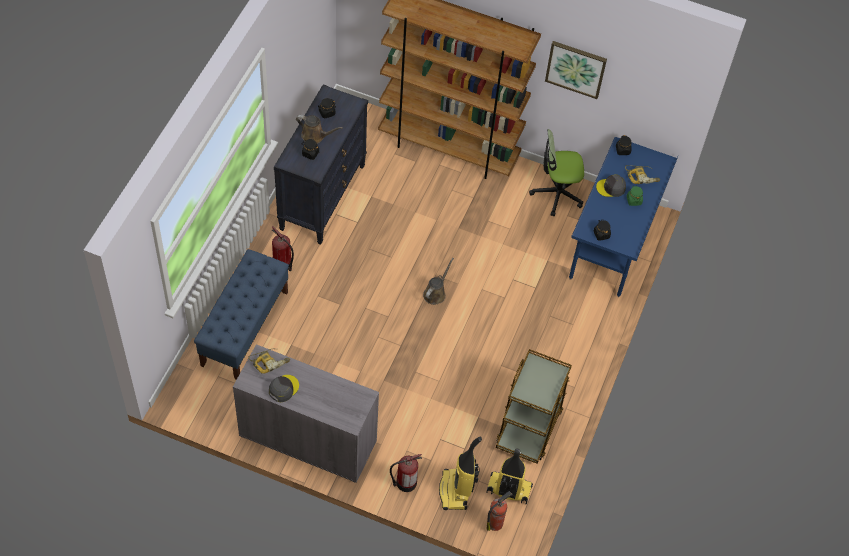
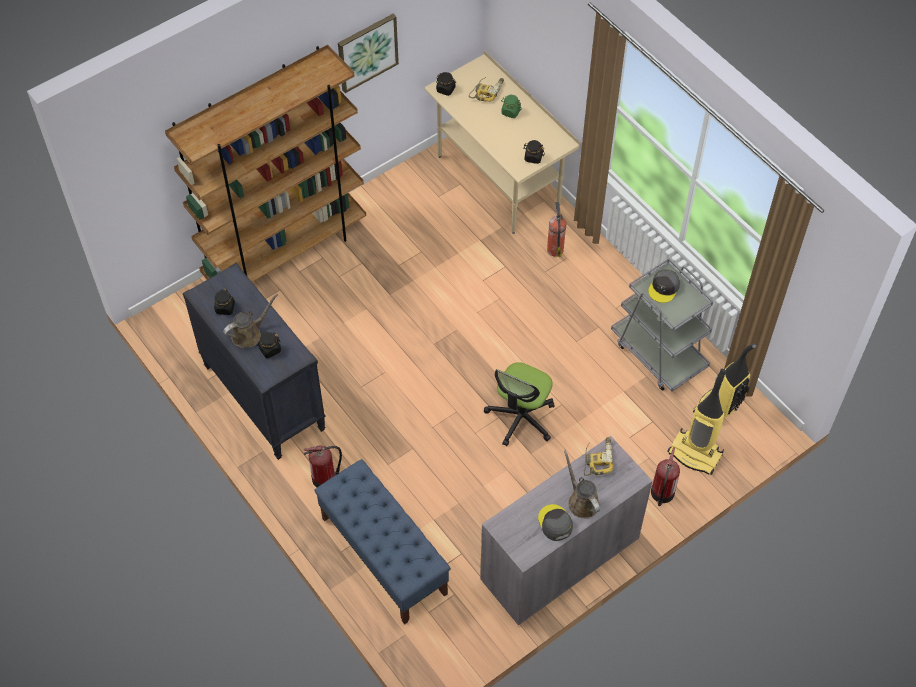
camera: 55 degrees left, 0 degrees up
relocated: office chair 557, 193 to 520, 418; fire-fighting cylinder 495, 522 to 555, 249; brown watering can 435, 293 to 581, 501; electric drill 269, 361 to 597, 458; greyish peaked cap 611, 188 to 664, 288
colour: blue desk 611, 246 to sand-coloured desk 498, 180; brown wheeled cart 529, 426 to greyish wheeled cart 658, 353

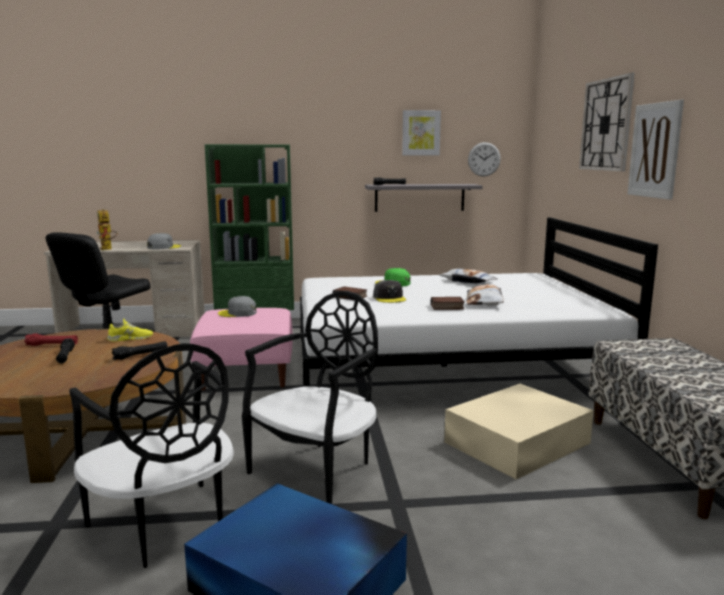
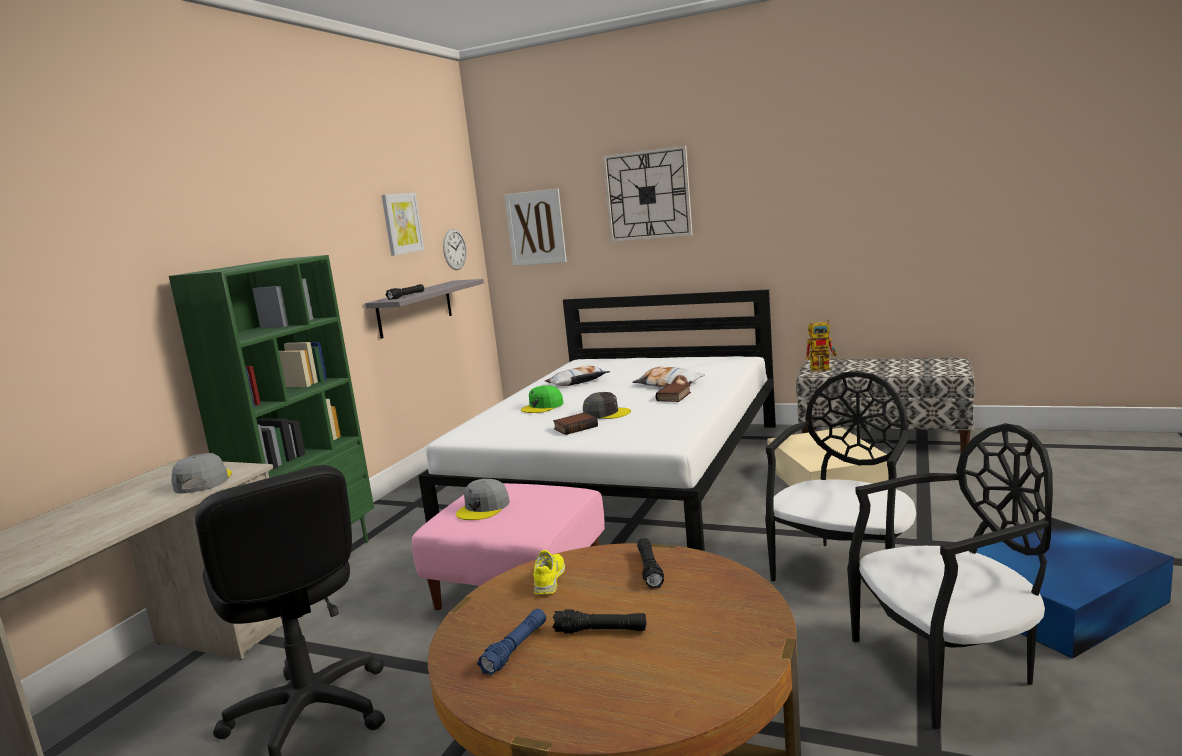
camera: 60 degrees left, 0 degrees up
relocated: picture 655, 150 to 536, 228; toy robot 108, 249 to 824, 368
colour: reddish hand torch 52, 345 to blue hand torch 515, 649
spun: blackish plain chair 317, 470 = 845, 570 60 degrees clockwise

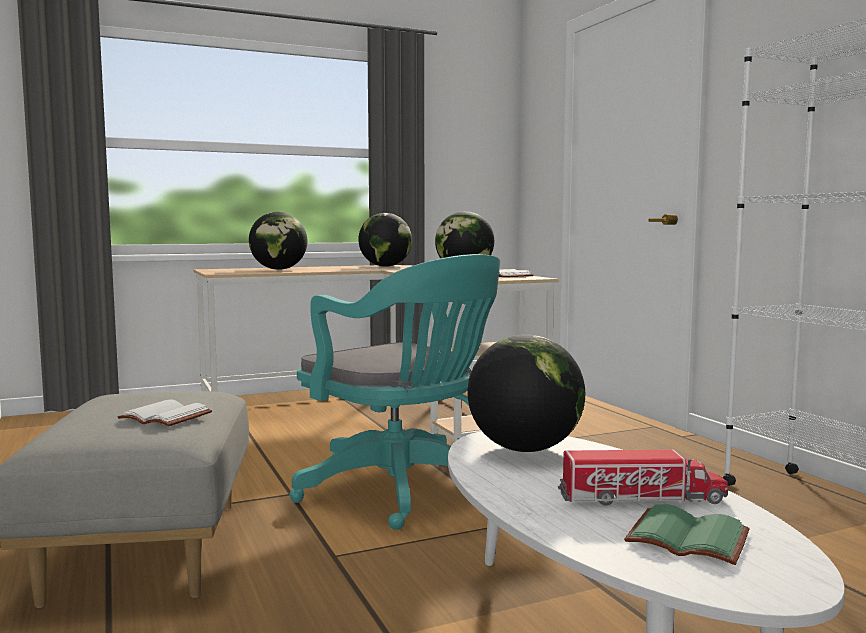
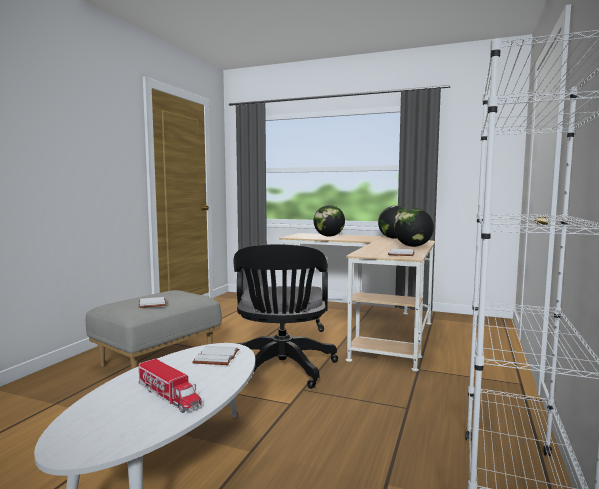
camera: 45 degrees right, 0 degrees up
missing: greenish volume 685, 539
exchanged: globe 524, 449 to white volume 215, 357
colour: turquoise office chair 403, 492 to blackish office chair 282, 369

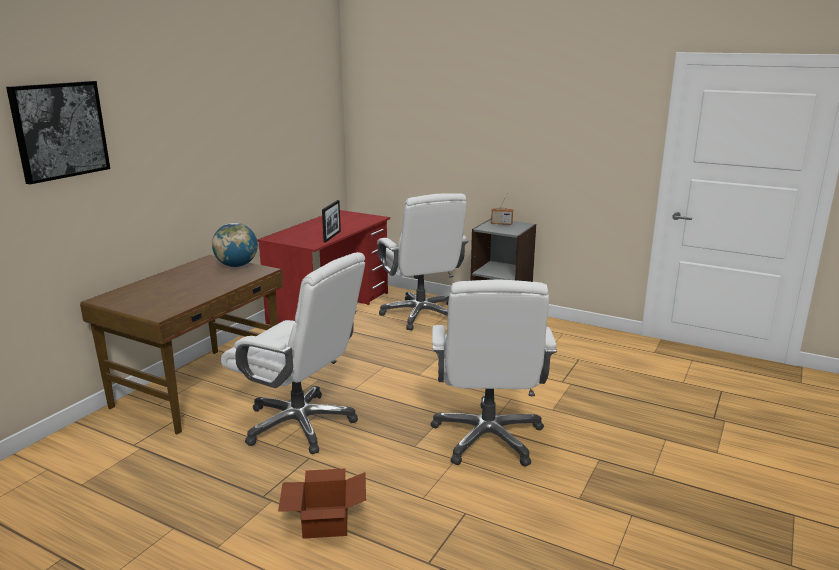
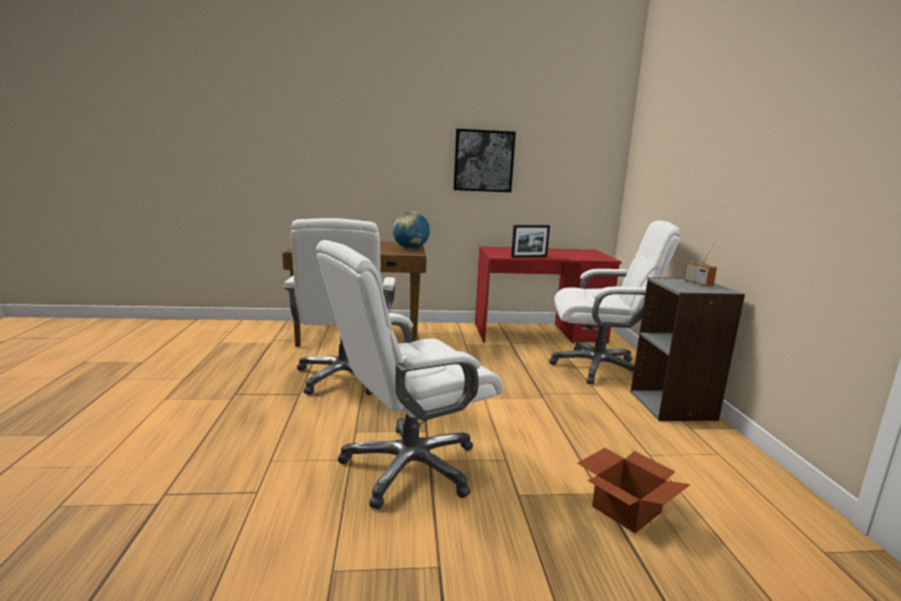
camera: 55 degrees right, 5 degrees down
relocated: picture 60, 130 to 483, 161; packing box 324, 521 to 625, 508
spun: white office chair 421, 314 = 598, 367 120 degrees counterclockwise

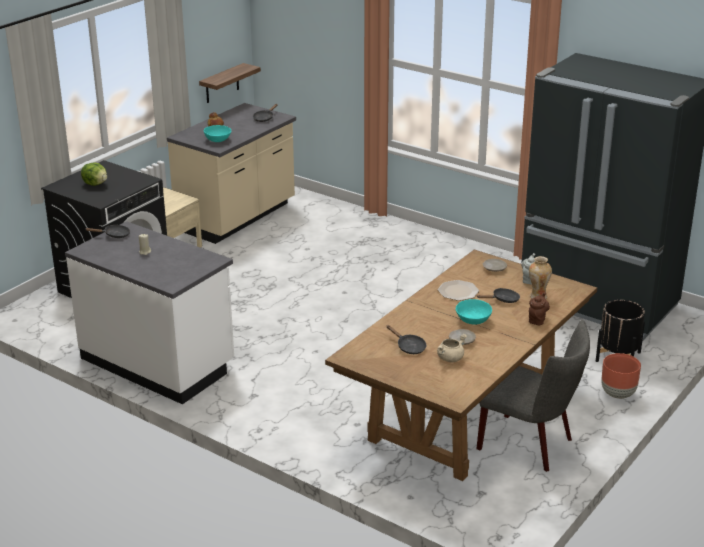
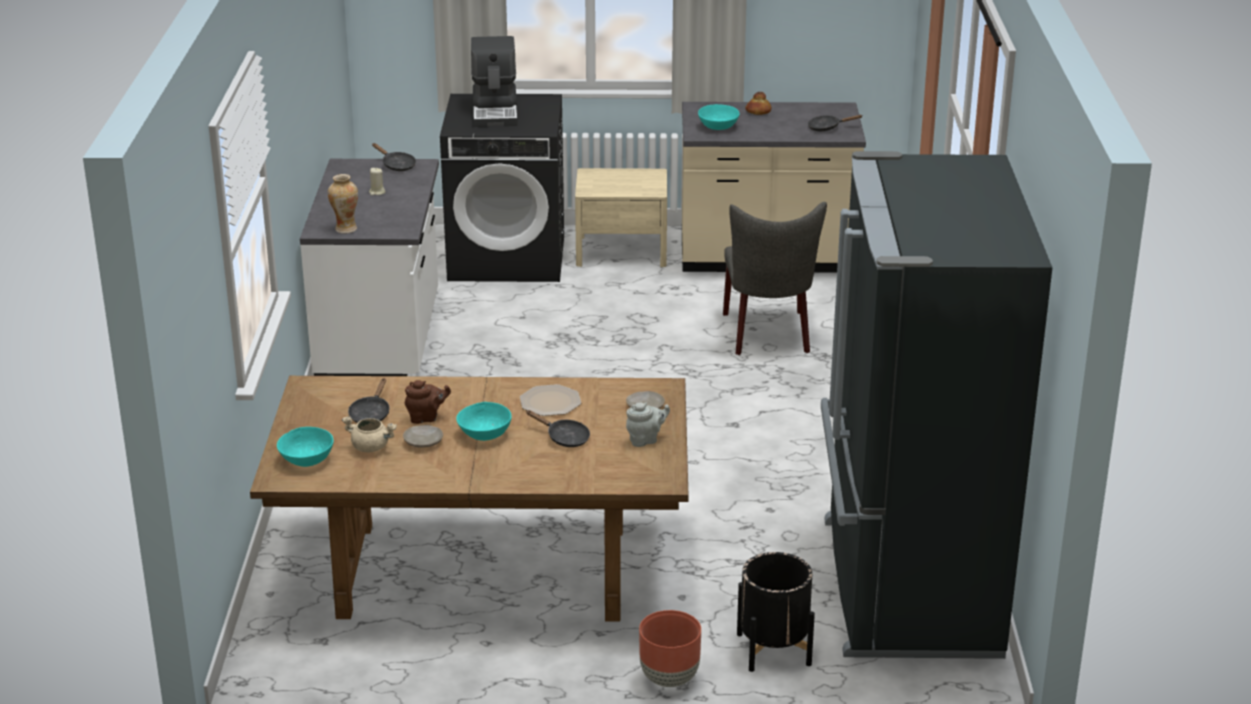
camera: 55 degrees right, 0 degrees up
missing: bracket shelf 222, 83
appeared: turquoise deep dish 307, 460
relocated: flower vase 538, 296 to 345, 229; brown pot for tea 537, 320 to 426, 418; greyish plain chair 531, 445 to 768, 336
exchanged: lettuce head 96, 184 to coffee brewer 496, 112

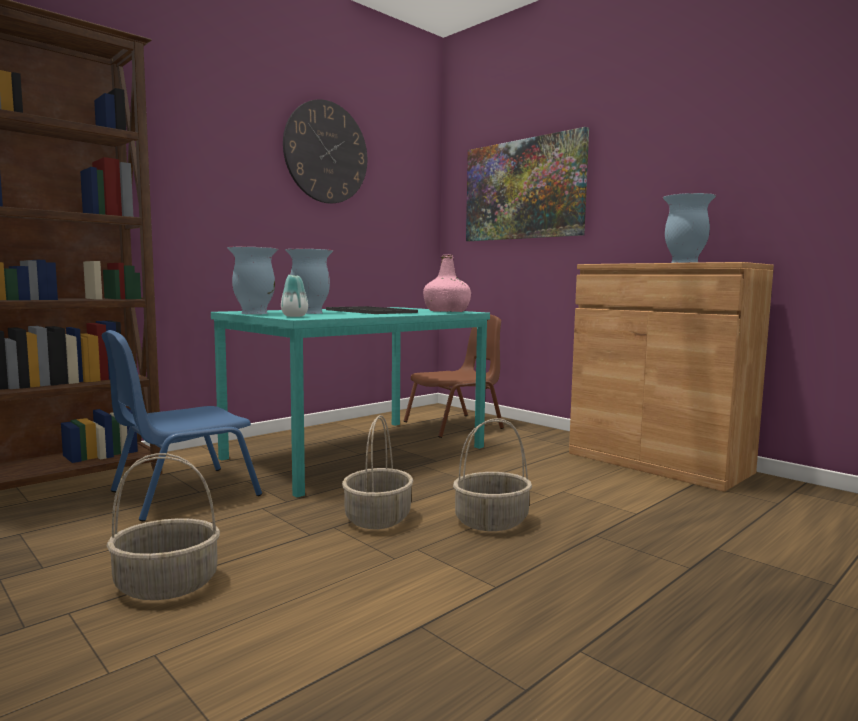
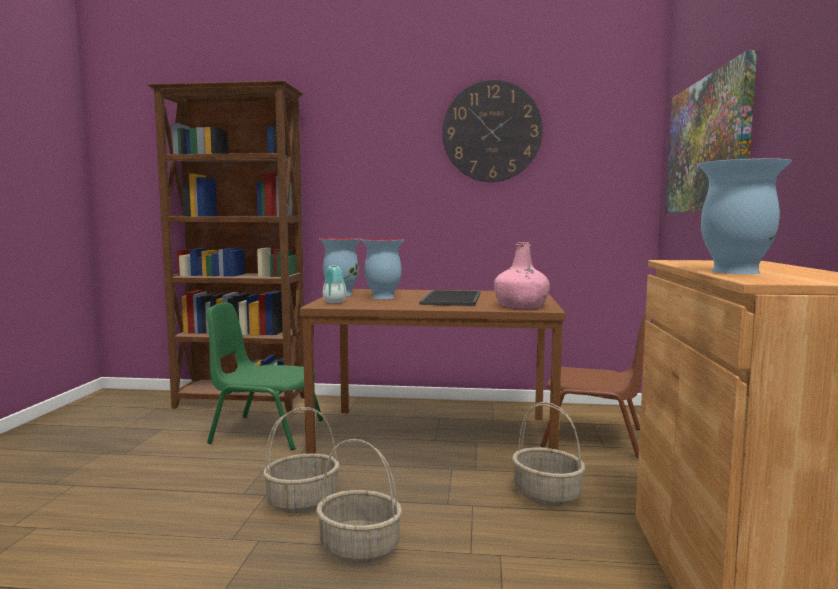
camera: 50 degrees right, 0 degrees up
relocated: basket 168, 584 to 548, 495
colour: blue plain chair 182, 493 to greenish plain chair 265, 431; turquoise kitchen table 357, 452 to brown kitchen table 436, 437

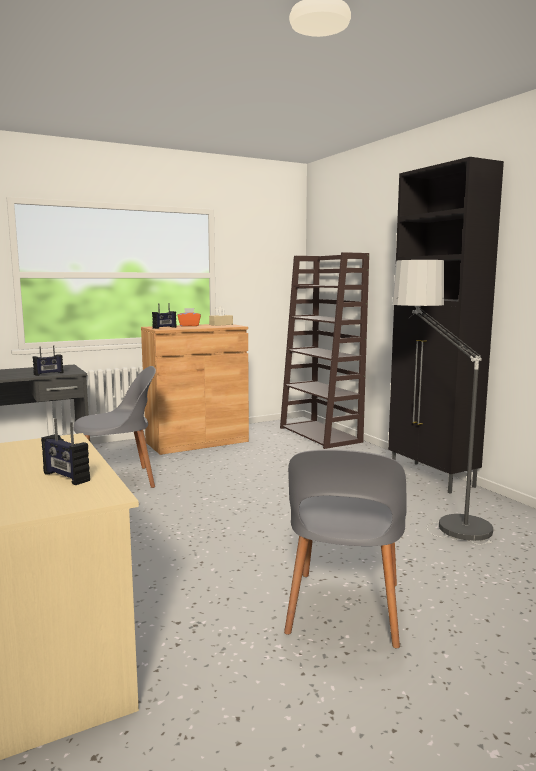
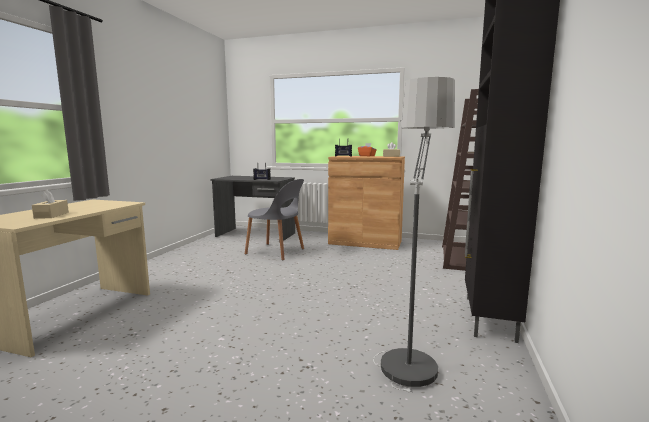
camera: 45 degrees right, 0 degrees up
missing: greyish plain chair 344, 610
exchanged: radio receiver 65, 477 to sand-coloured box of tissues 51, 215

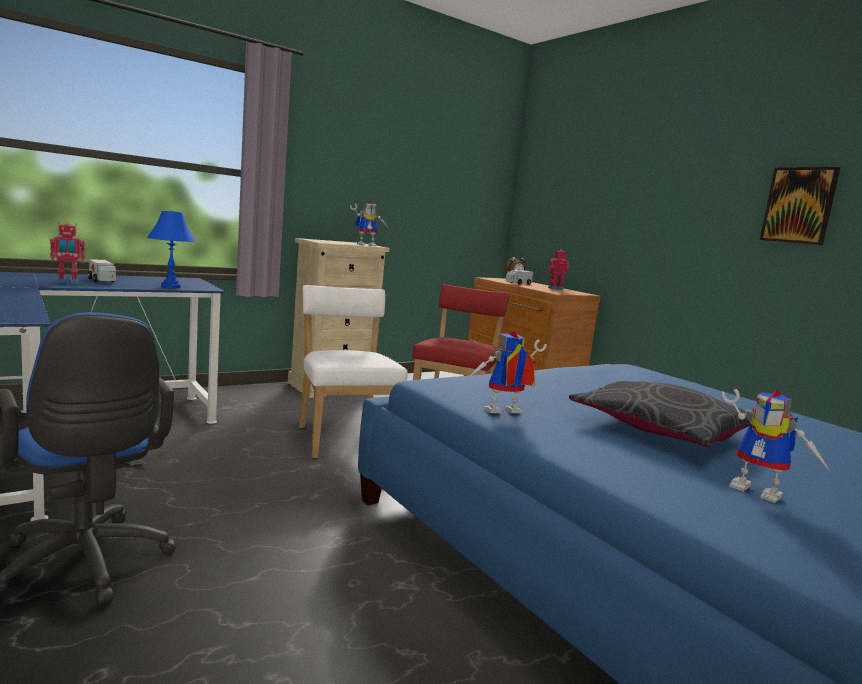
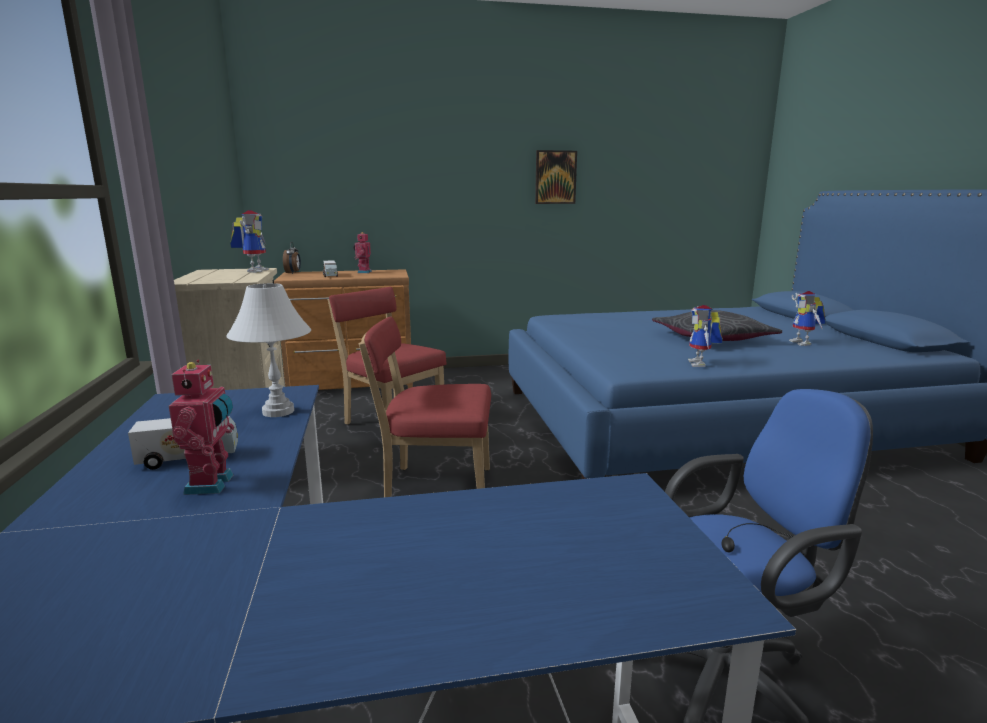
camera: 65 degrees left, 5 degrees up
colour: blue table lamp 170, 287 to white table lamp 278, 411; white plain chair 344, 438 to reddish plain chair 433, 488
spun: toy robot 761, 491 = 804, 343 105 degrees clockwise

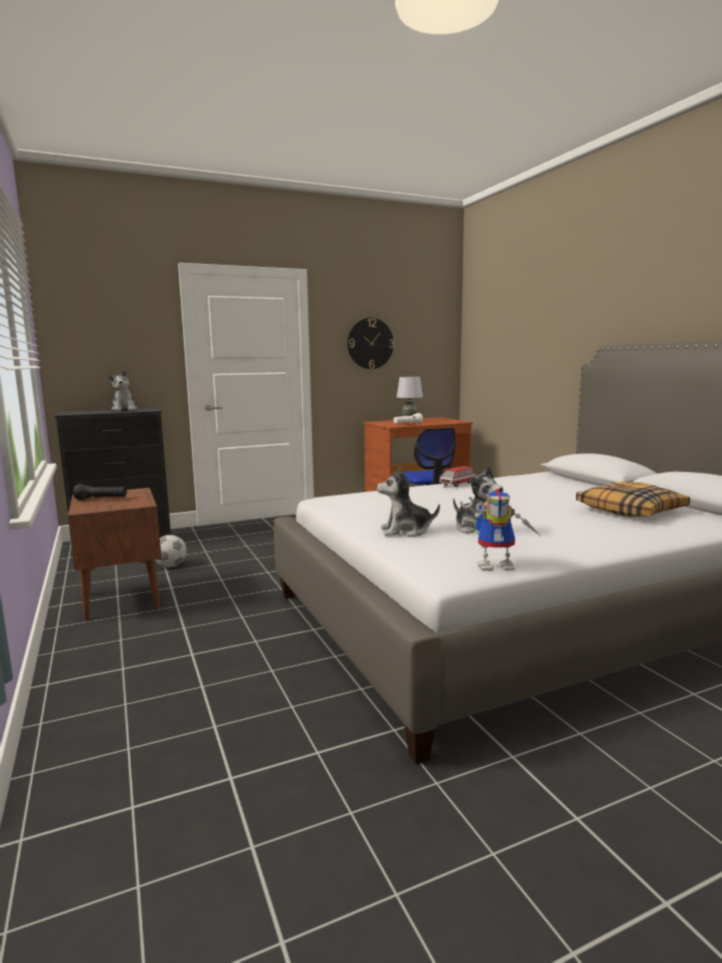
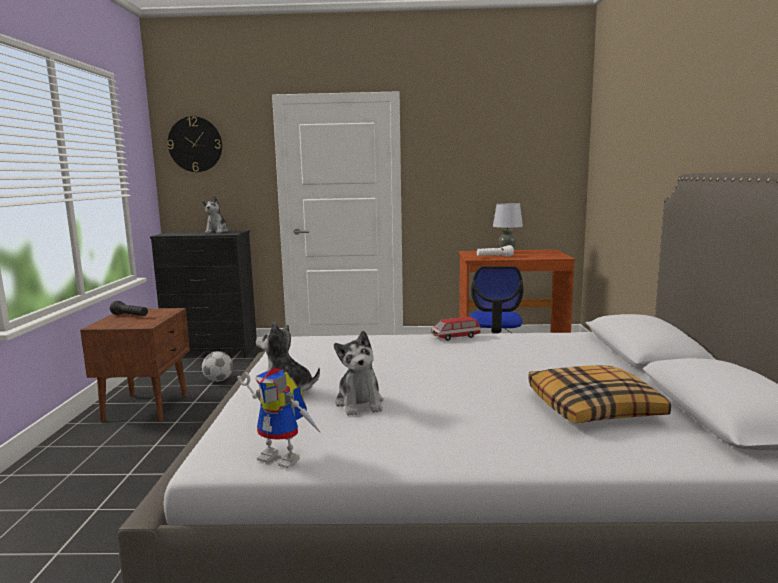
camera: 25 degrees right, 0 degrees up
relocated: clock on the wall 370, 343 to 195, 144

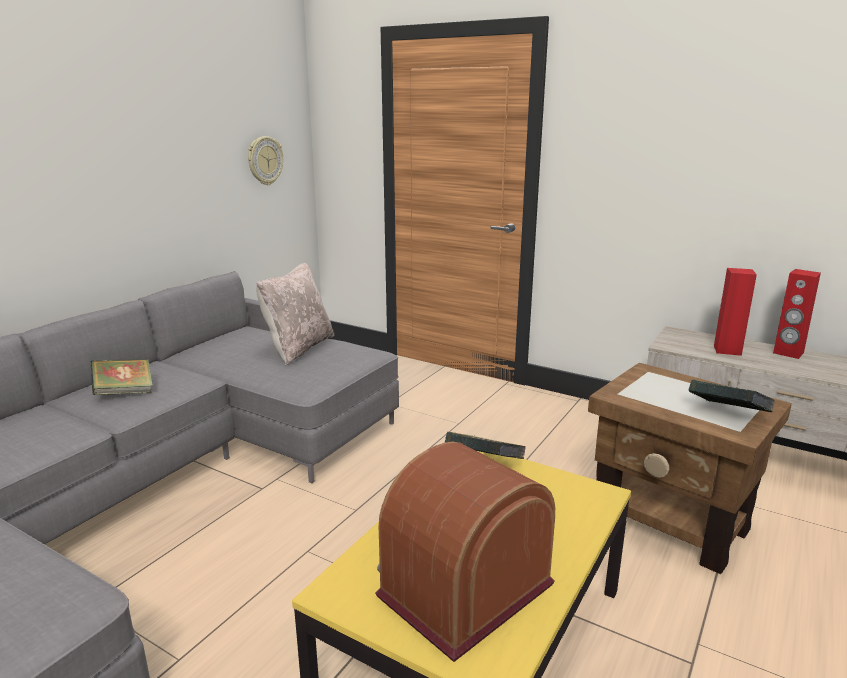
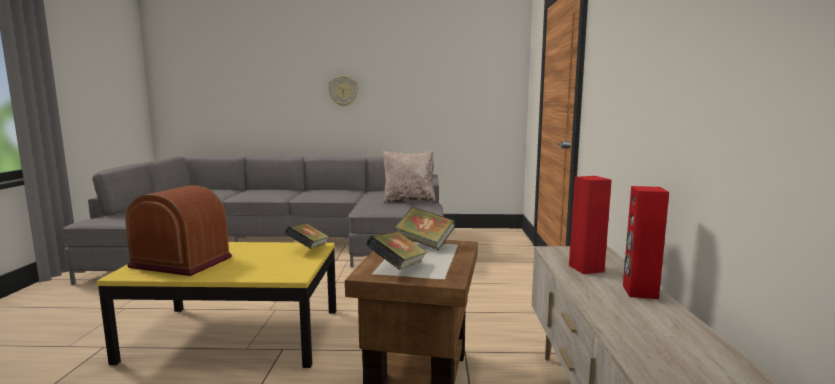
camera: 60 degrees right, 10 degrees down
relocated: clock on the wall 264, 160 to 343, 91; volume 124, 392 to 424, 243

